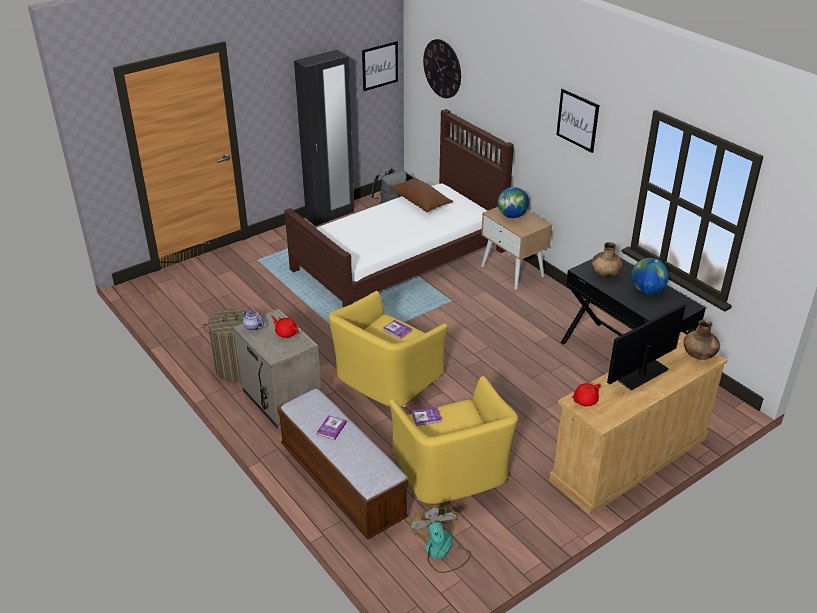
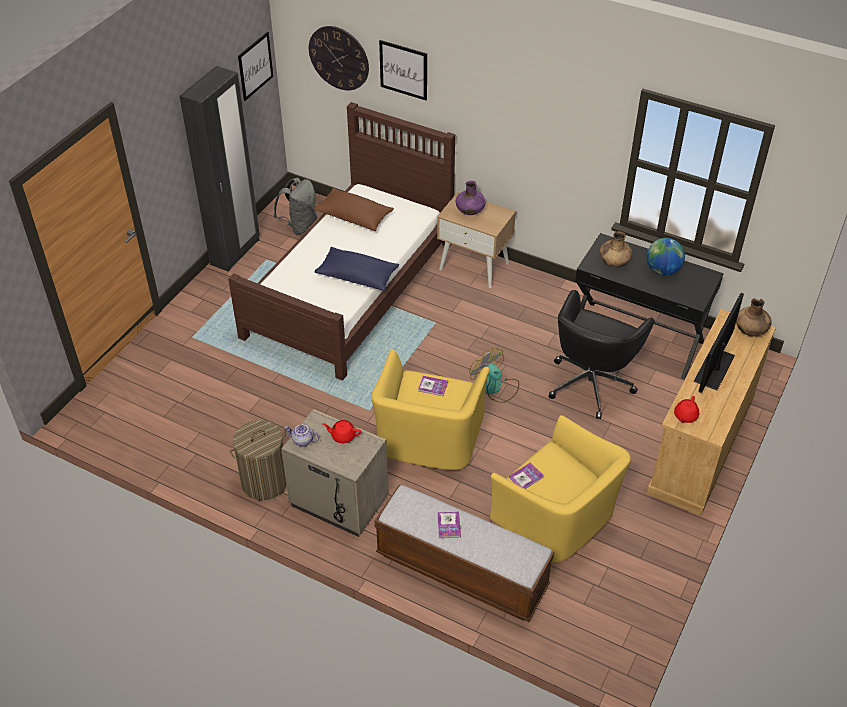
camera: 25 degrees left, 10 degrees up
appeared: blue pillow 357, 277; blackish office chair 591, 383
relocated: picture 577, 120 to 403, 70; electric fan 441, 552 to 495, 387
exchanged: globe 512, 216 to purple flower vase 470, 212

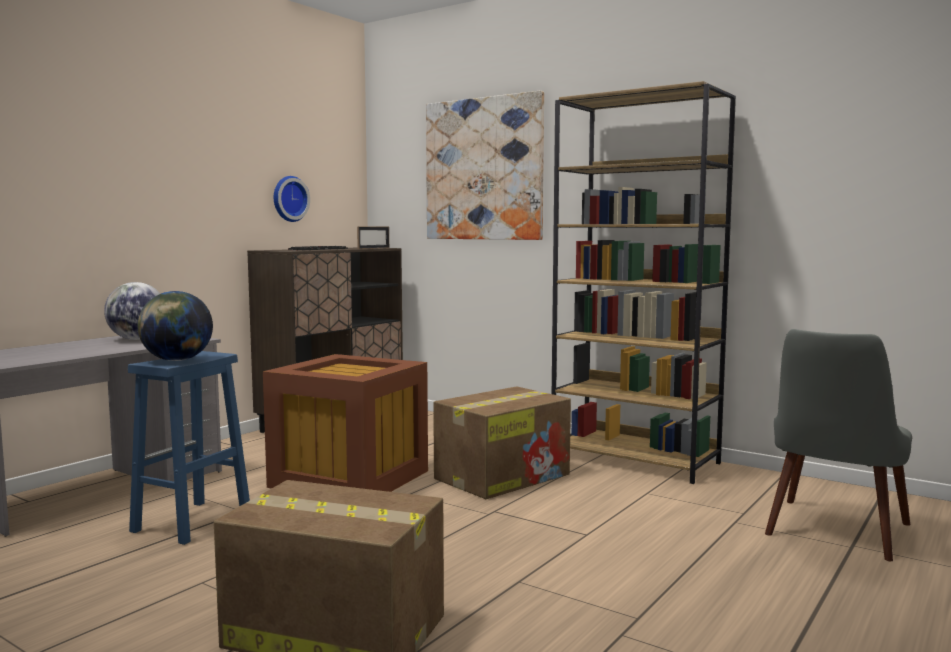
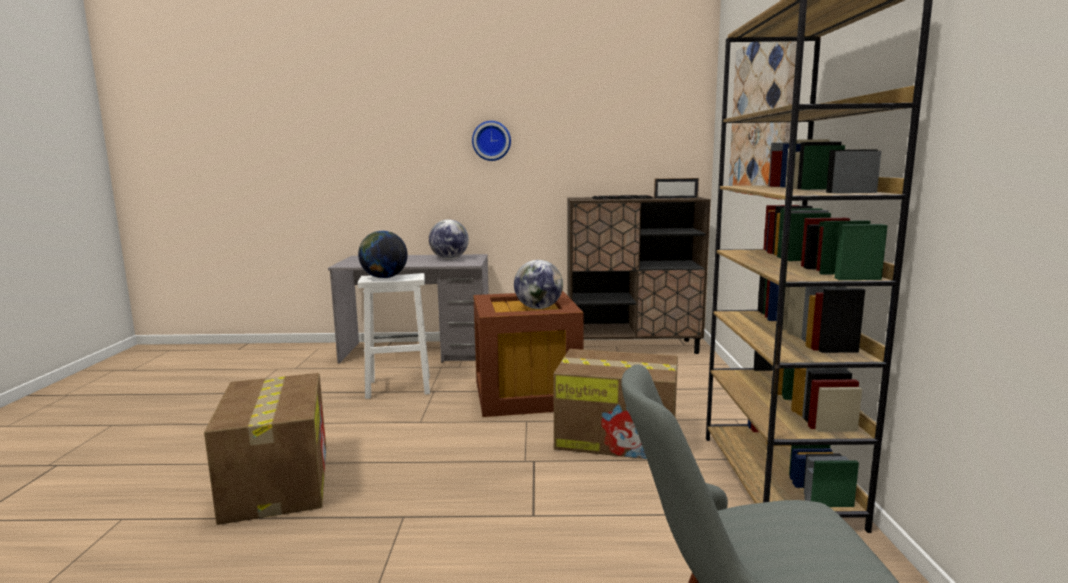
camera: 55 degrees right, 5 degrees up
appeared: globe 538, 308
relocated: clock on the wall 288, 199 to 491, 141
colour: blue stool seat 191, 523 to white stool seat 397, 387

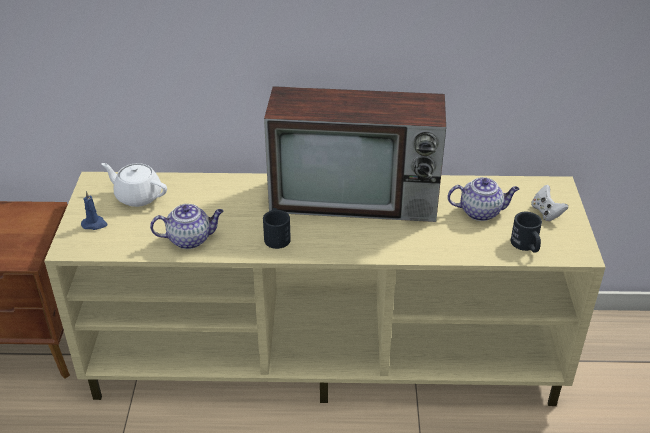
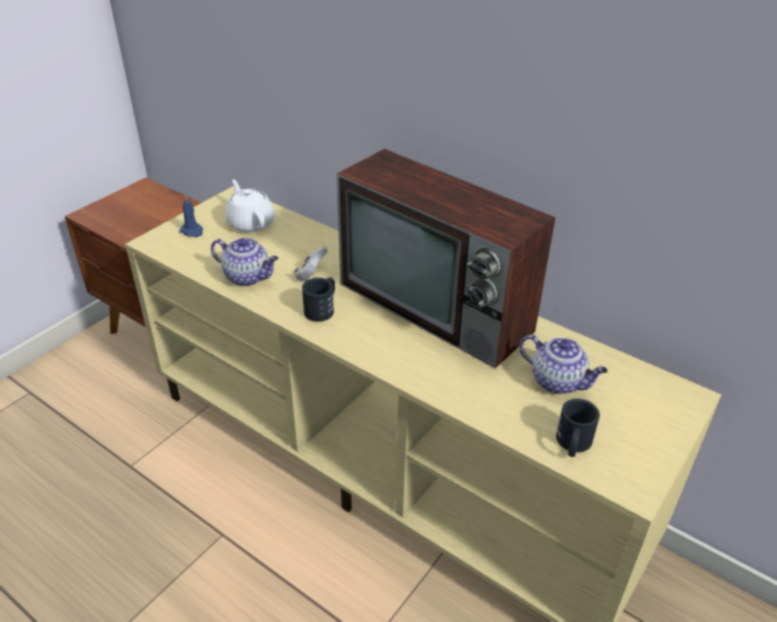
camera: 35 degrees right, 0 degrees up
relocated: white gamepad 546, 212 to 311, 274

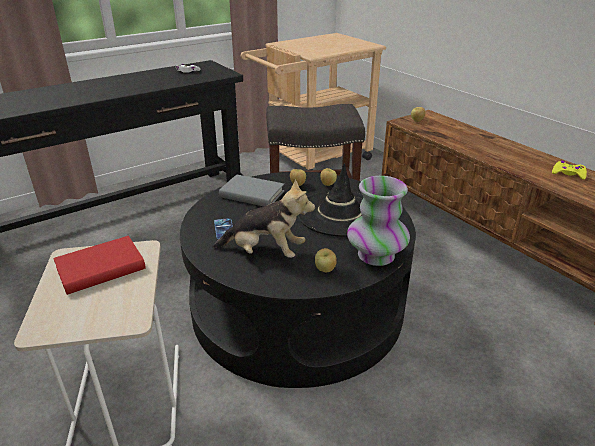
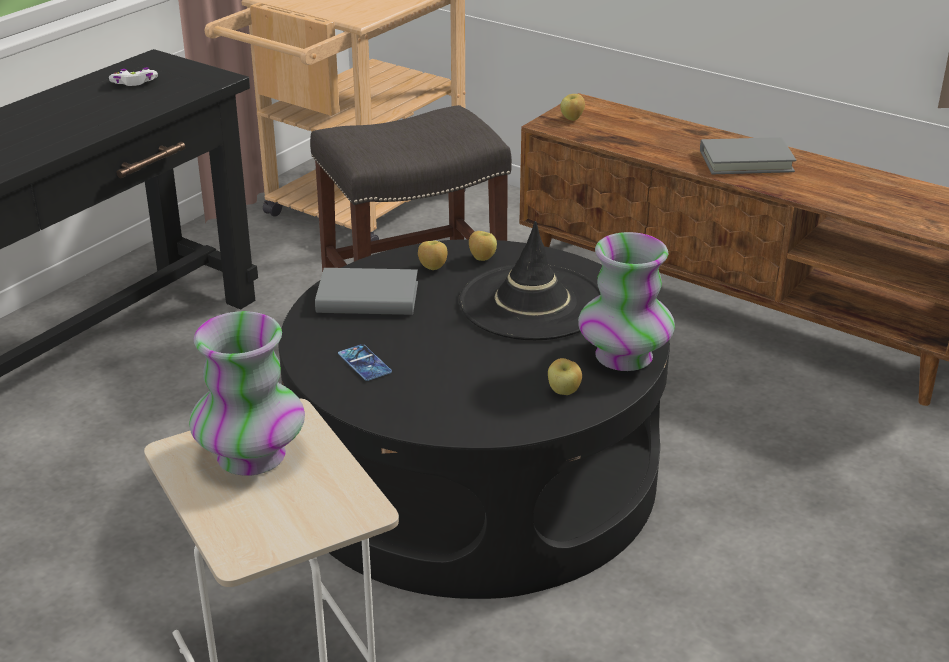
camera: 20 degrees left, 0 degrees up
missing: plush toy 265, 252; yellow-coloured gamepad 568, 174
appeared: greyish volume 746, 161
exchanged: reddish volume 101, 268 to flower vase 250, 456

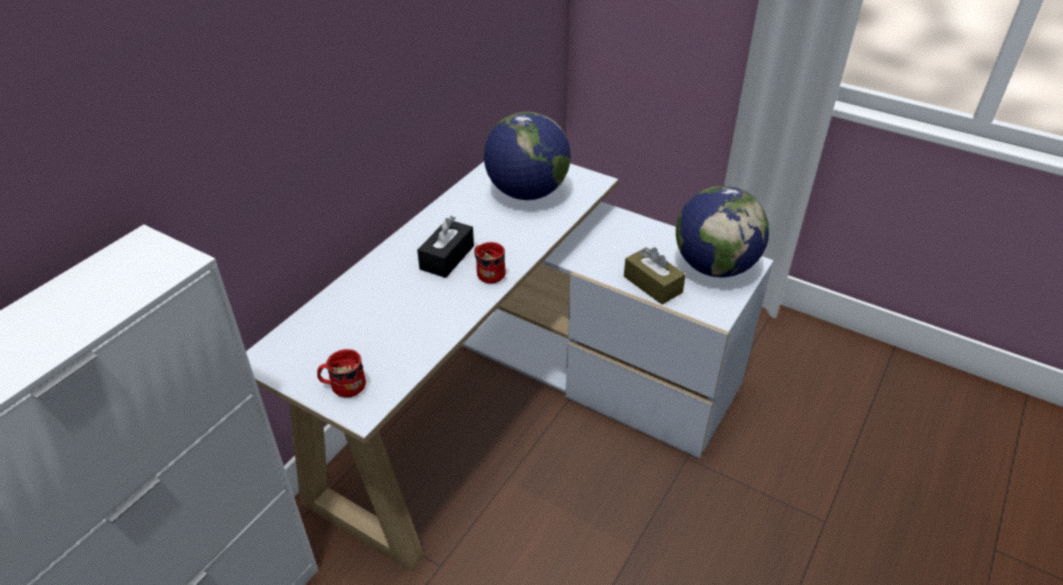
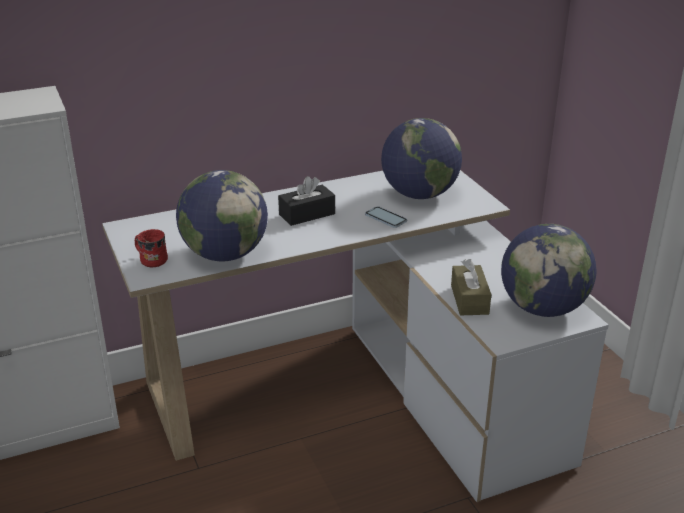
camera: 35 degrees right, 10 degrees down
missing: reddish tea mug 488, 273
appeared: globe 225, 255; phone 385, 218

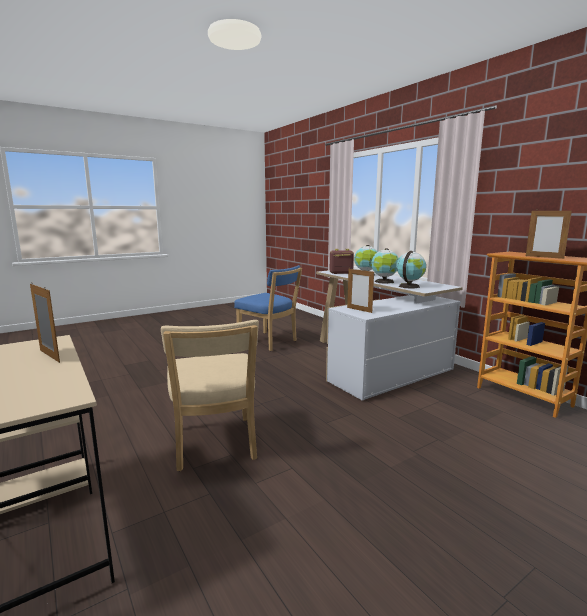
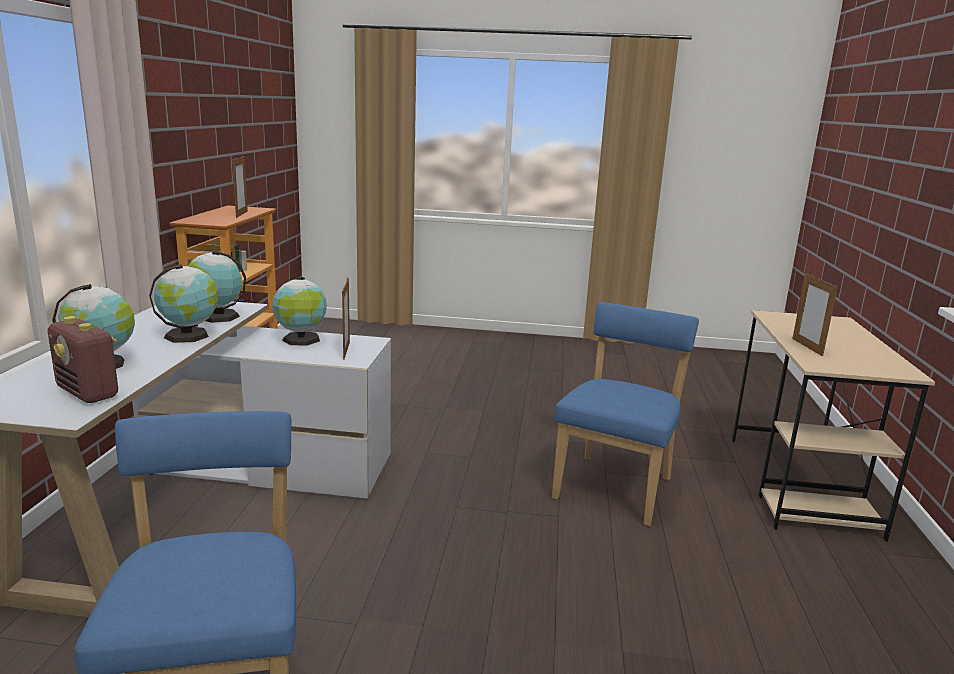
camera: 140 degrees left, 5 degrees up
appeared: globe 301, 340
colour: sand-coloured plain chair 215, 446 to blue plain chair 616, 486

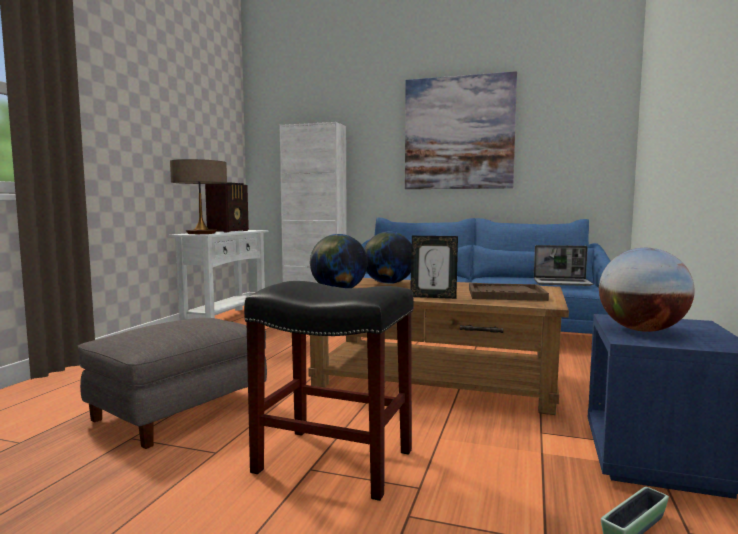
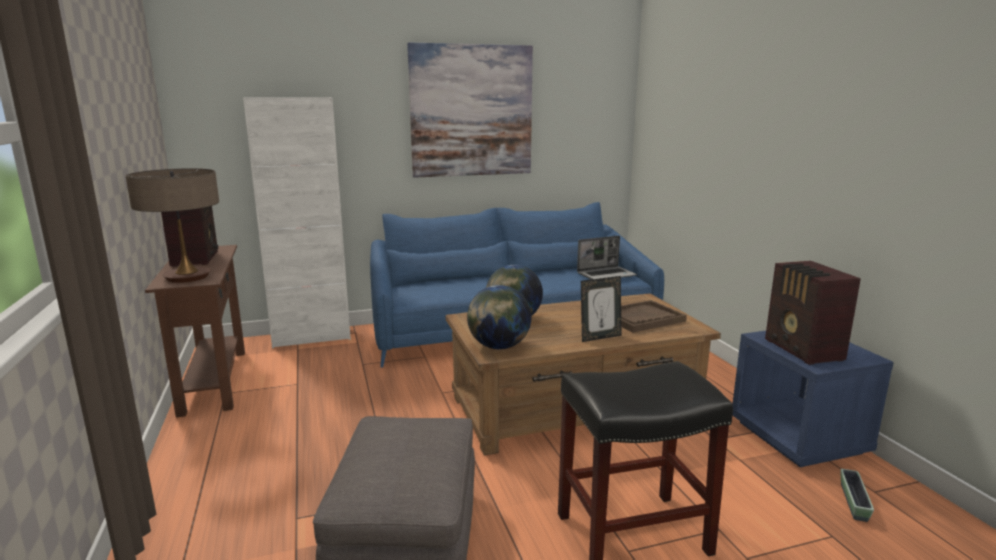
camera: 35 degrees left, 10 degrees up
exchanged: globe 642, 330 to radio receiver 803, 350
colour: white console table 226, 319 to brown console table 214, 381

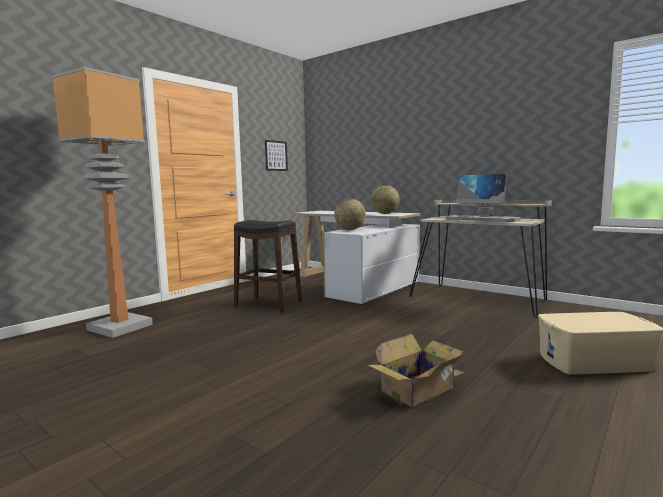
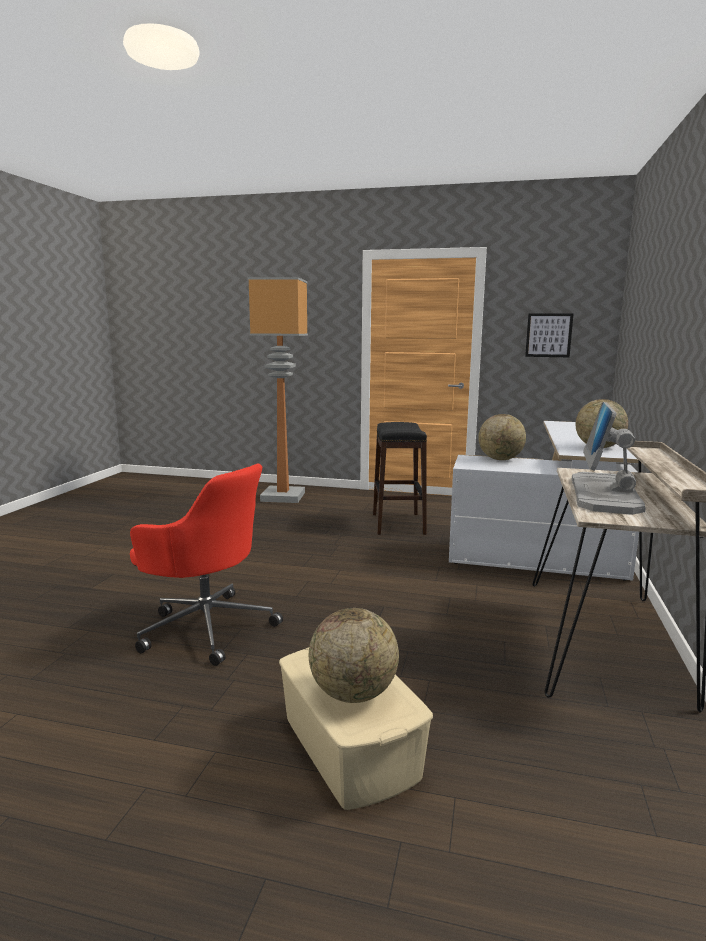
camera: 65 degrees right, 5 degrees up
appeared: globe 353, 694
exchanged: packing box 420, 389 to reddish office chair 206, 627

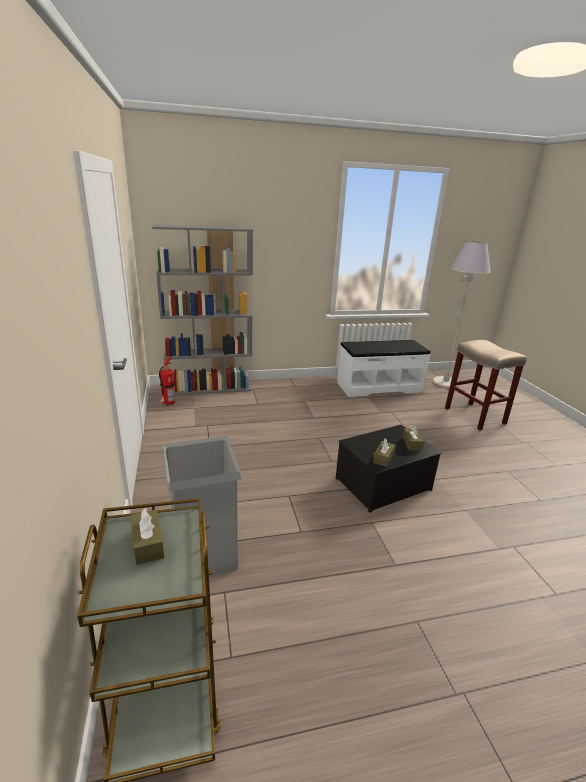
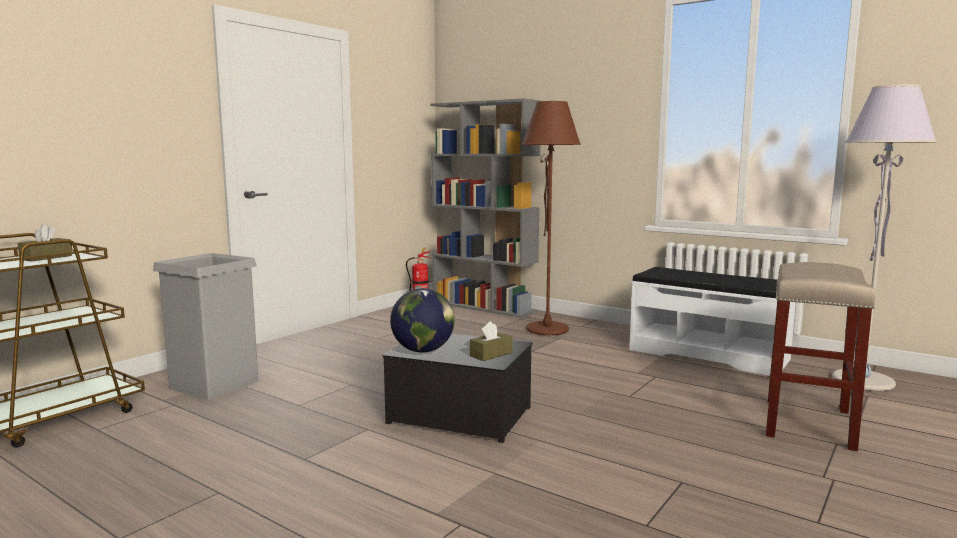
camera: 50 degrees right, 15 degrees down
appeared: brown standard lamp 547, 330
exchanged: brown box of tissues 383, 458 to globe 422, 351

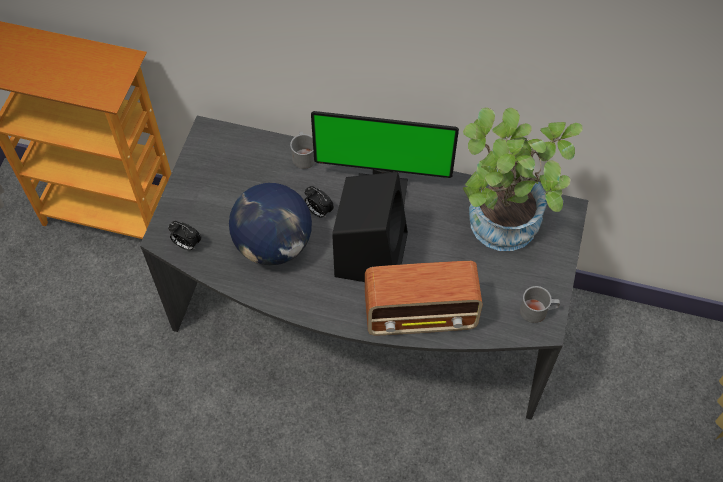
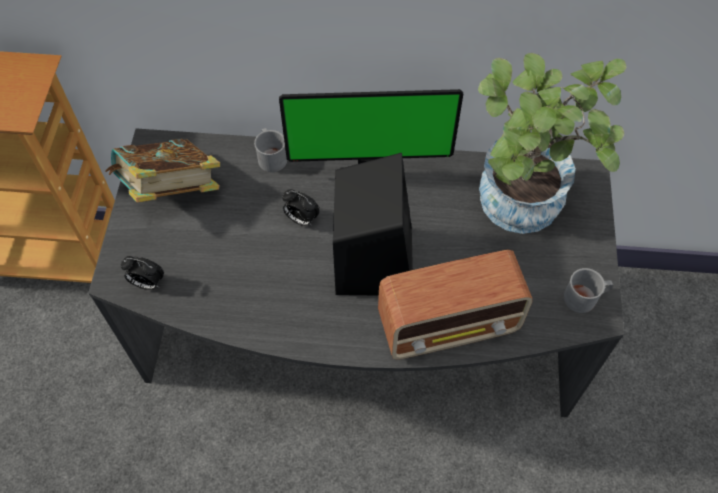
camera: 10 degrees left, 0 degrees up
missing: globe 274, 245
appeared: volume 170, 191

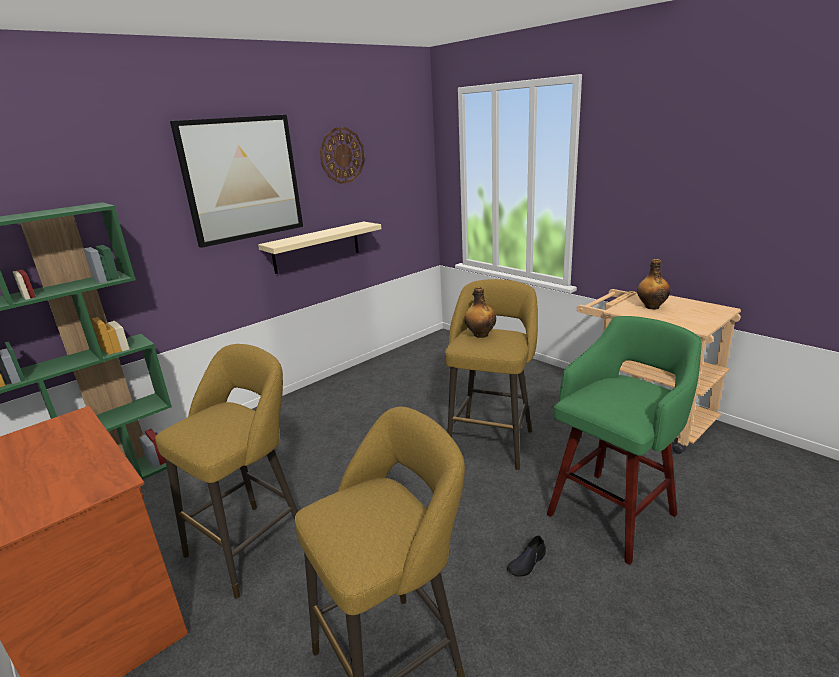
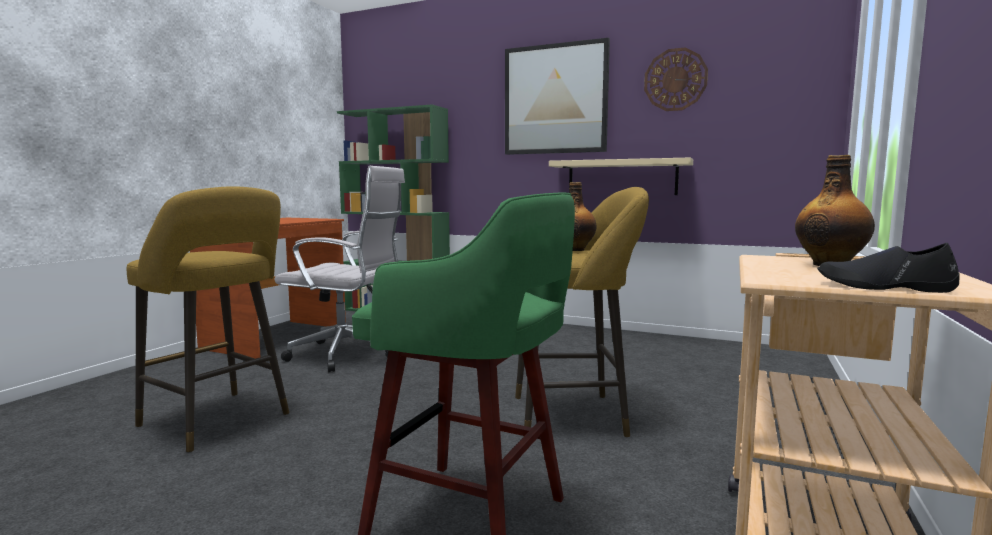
camera: 65 degrees right, 15 degrees down
relocated: blackish item of footwear 527, 563 to 883, 287
exchanged: yellow-coloured stool seat 253, 543 to white office chair 348, 355

